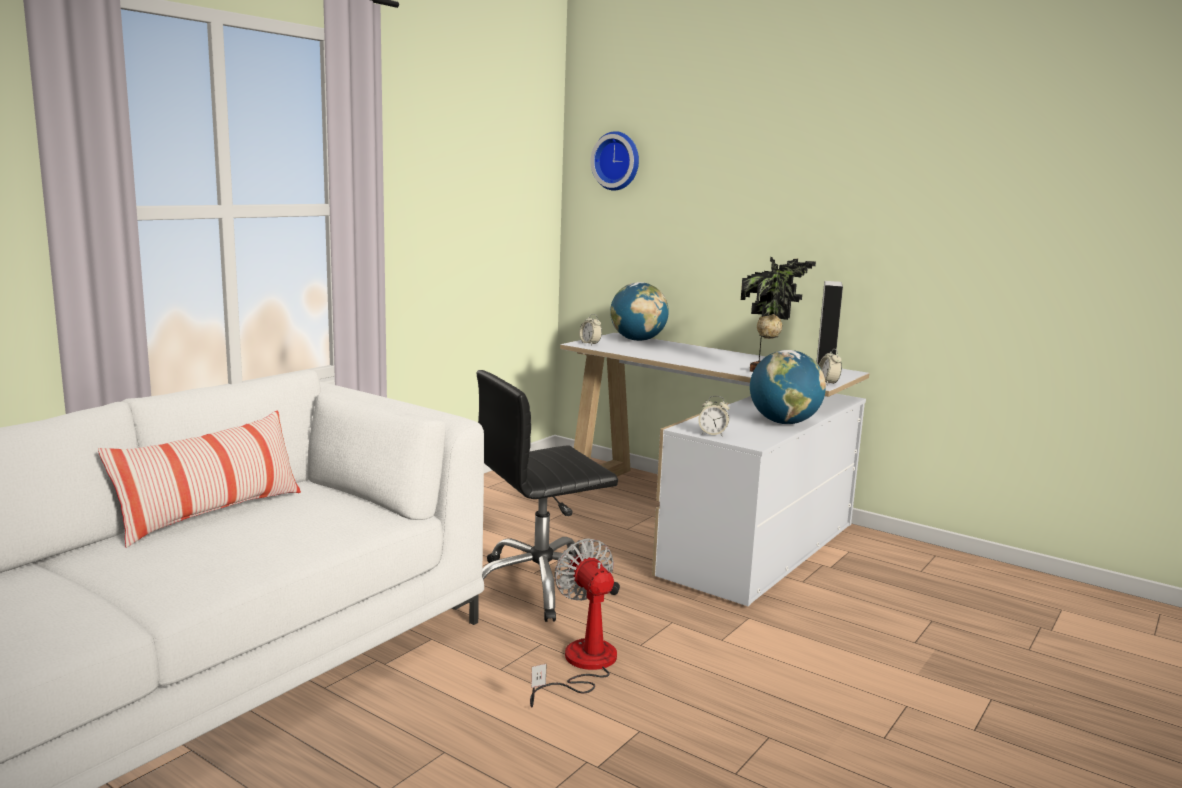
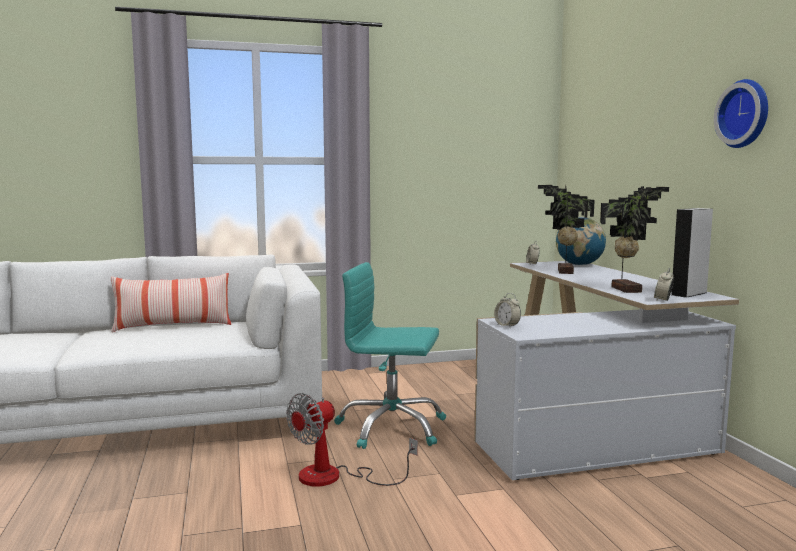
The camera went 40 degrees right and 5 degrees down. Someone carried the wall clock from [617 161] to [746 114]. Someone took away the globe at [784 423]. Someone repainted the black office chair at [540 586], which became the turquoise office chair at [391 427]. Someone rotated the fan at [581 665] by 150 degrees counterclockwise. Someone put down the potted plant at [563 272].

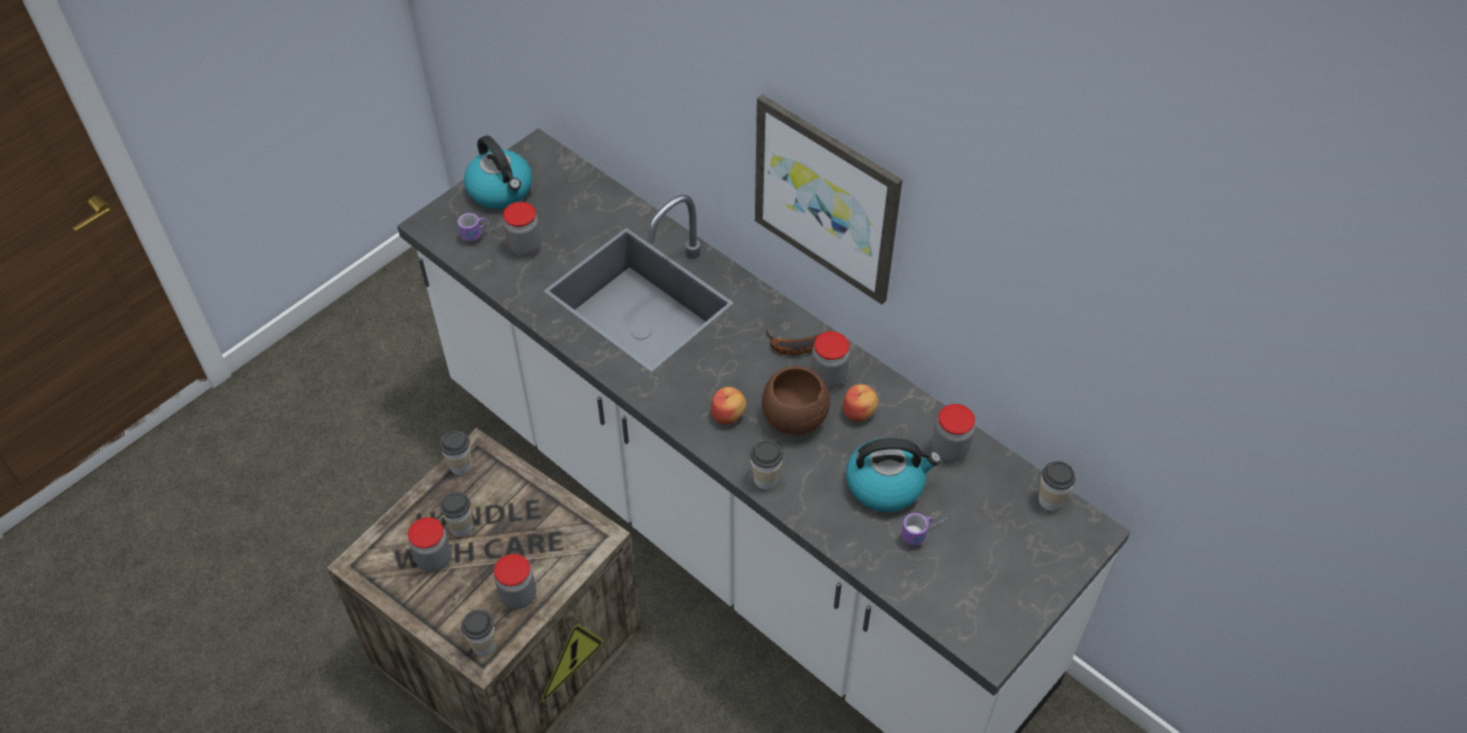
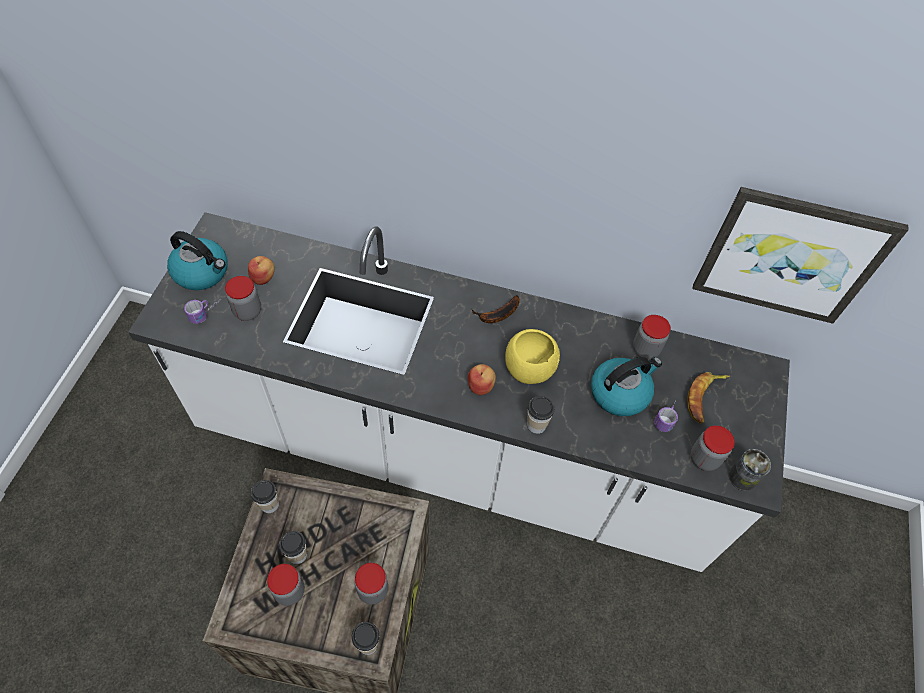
The camera went 30 degrees left and 5 degrees up. Someone carried the picture from [827 198] to [790 256]. Someone carried the jar from [828 377] to [704 458]. Someone repainted the brown bowl at [794 418], which became the yellow bowl at [528 368]. Someone carried the apple from [859 412] to [263 277]. Someone took away the cup at [1050 500]. Someone put down the banana at [705 398]. Someone put down the can at [742 477].

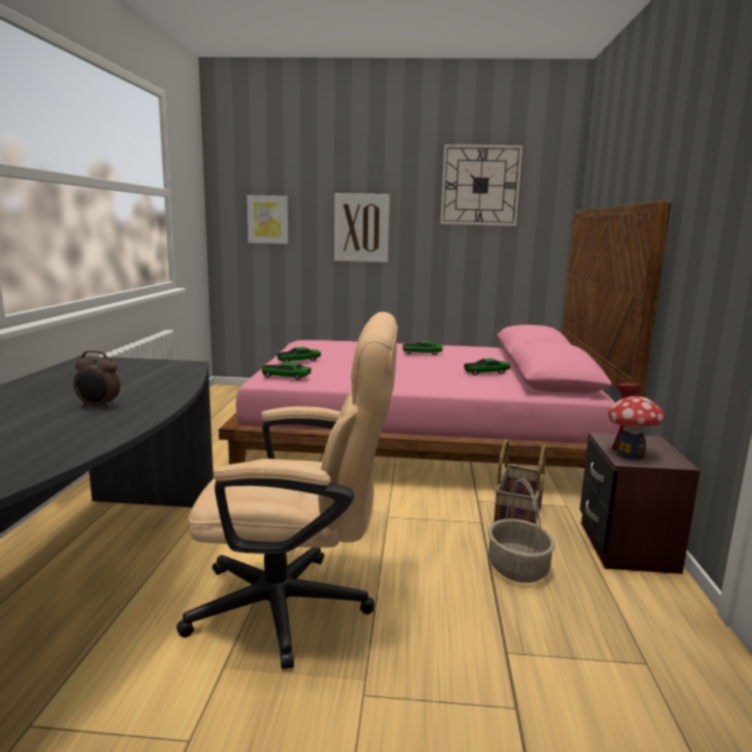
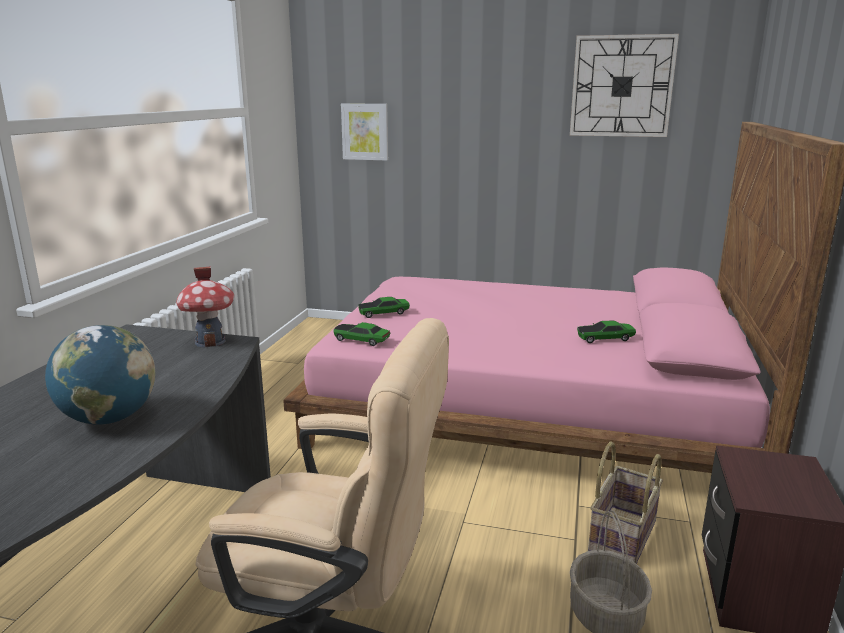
The camera went 10 degrees right and 5 degrees up. Someone took away the picture at [361 228]. Someone took away the toy car at [422 353]. Someone swapped the alarm clock at [98 407] for the globe at [109 418]. Someone carried the toy house from [630 454] to [210 342].

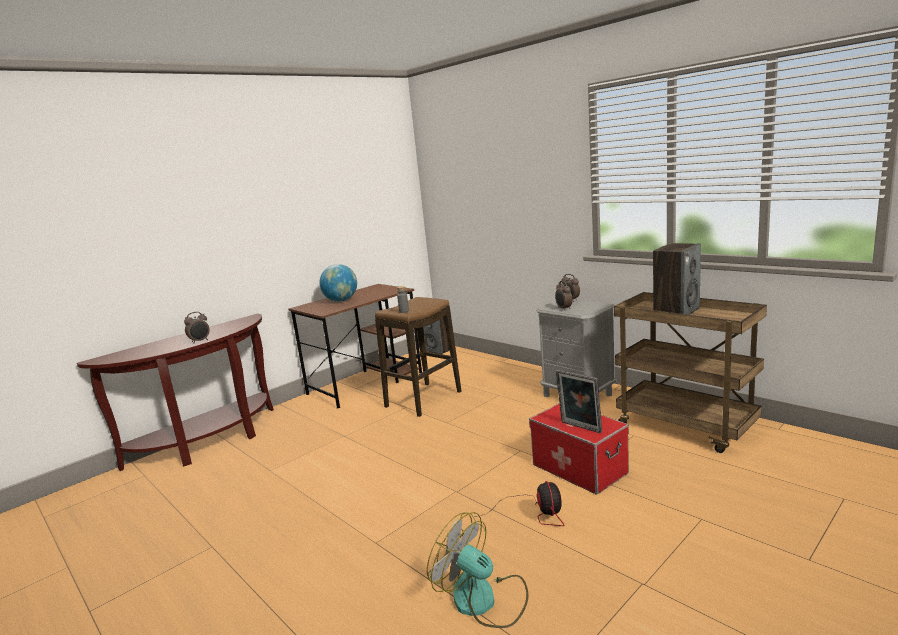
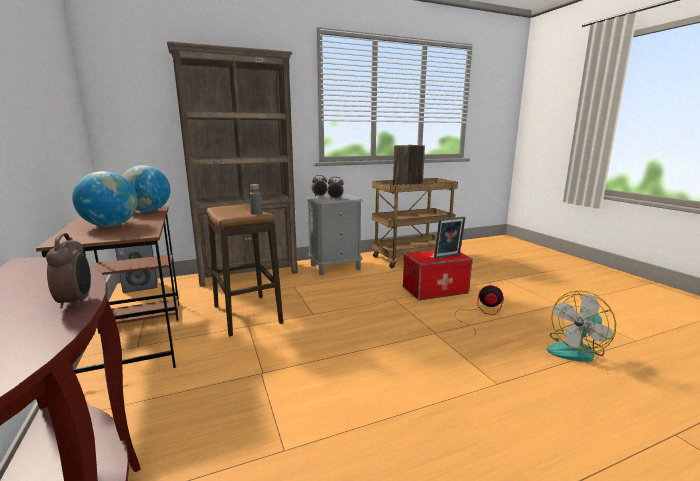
The camera went 70 degrees left and 0 degrees up. Someone put down the brown bookcase at [249 273]. Someone put down the globe at [148 211].

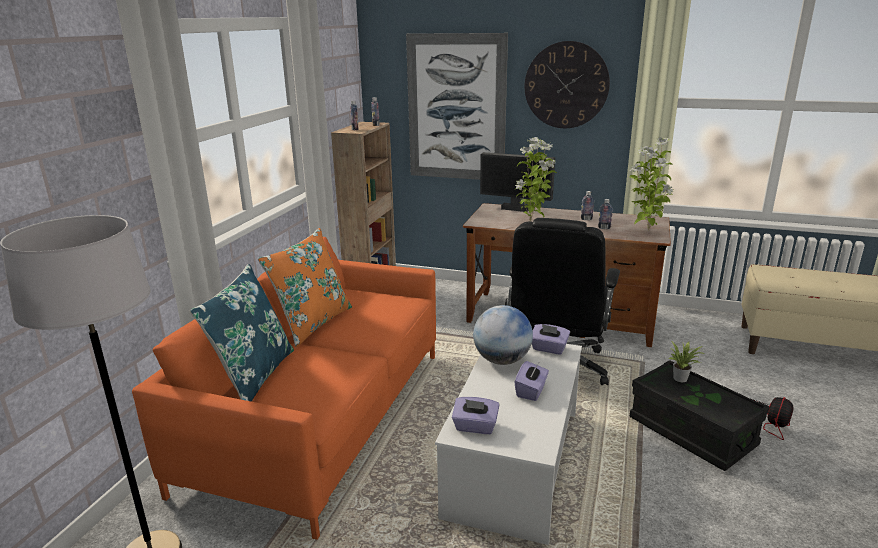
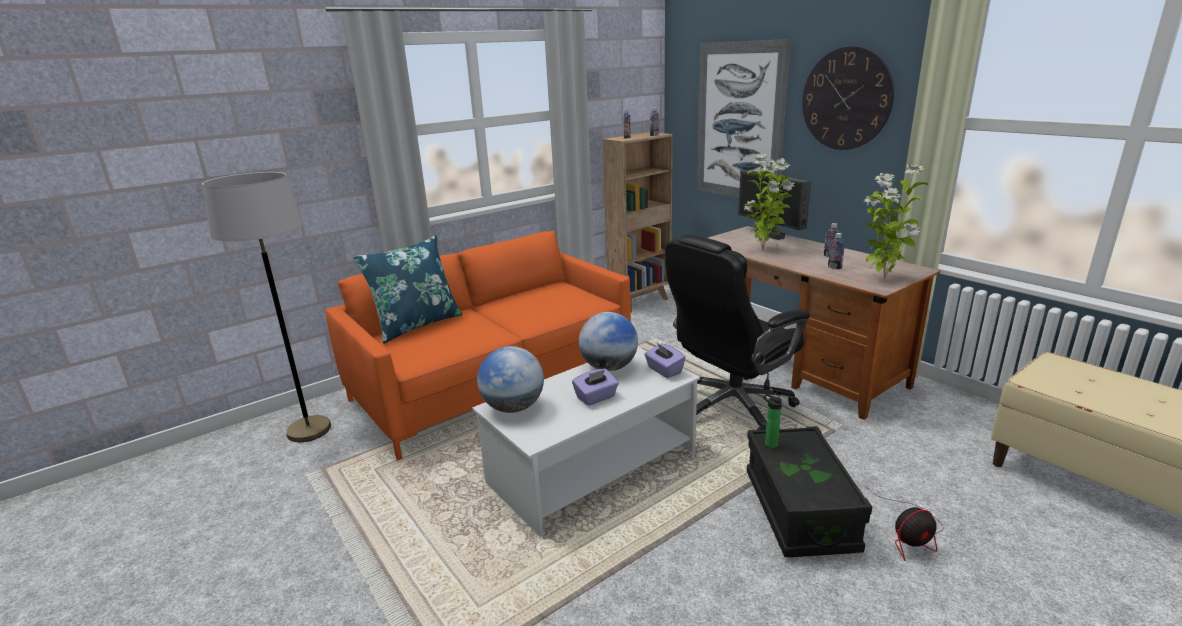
The camera went 35 degrees right and 0 degrees up. Someone took away the orange pillow at [312 323]. Someone took away the potted plant at [682 379]. Someone swapped the purple tissue box at [475 427] for the globe at [513 407]. Someone put down the bottle at [769 444].

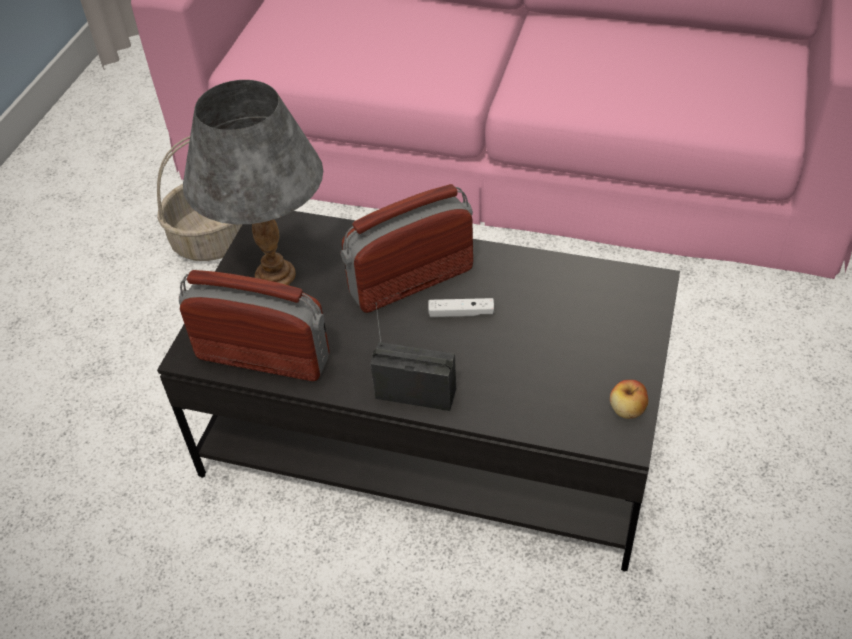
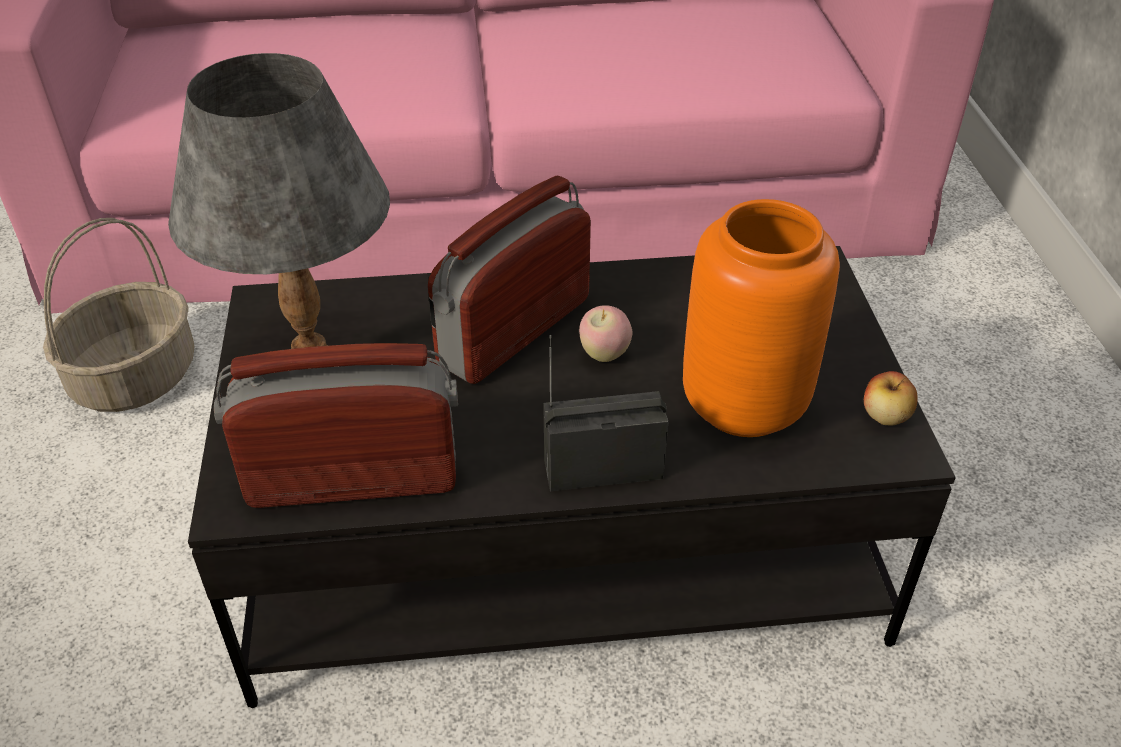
The camera went 25 degrees left and 5 degrees down. Someone swapped the white game controller at [461 313] for the apple at [604 354]. Someone put down the orange vase at [746 407].

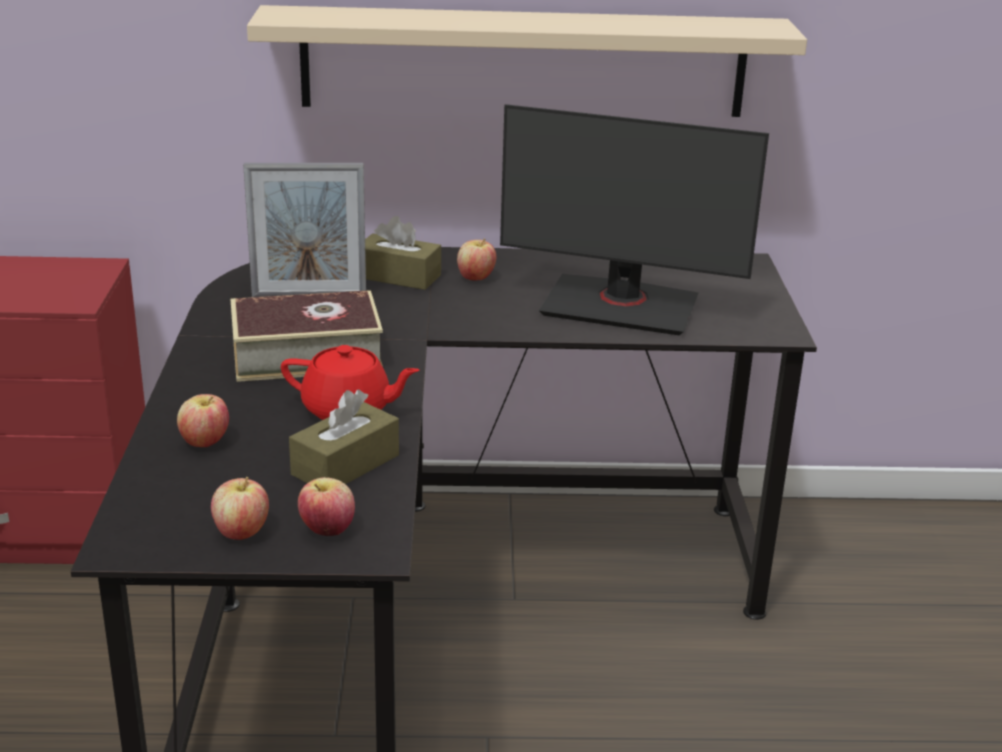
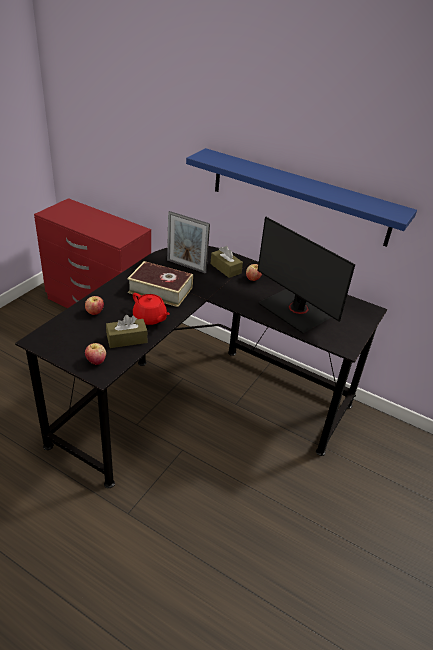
The camera went 30 degrees right and 10 degrees up. Someone repainted the beige shelf at [523 62], which became the blue shelf at [299 197]. Someone took away the apple at [241 532].

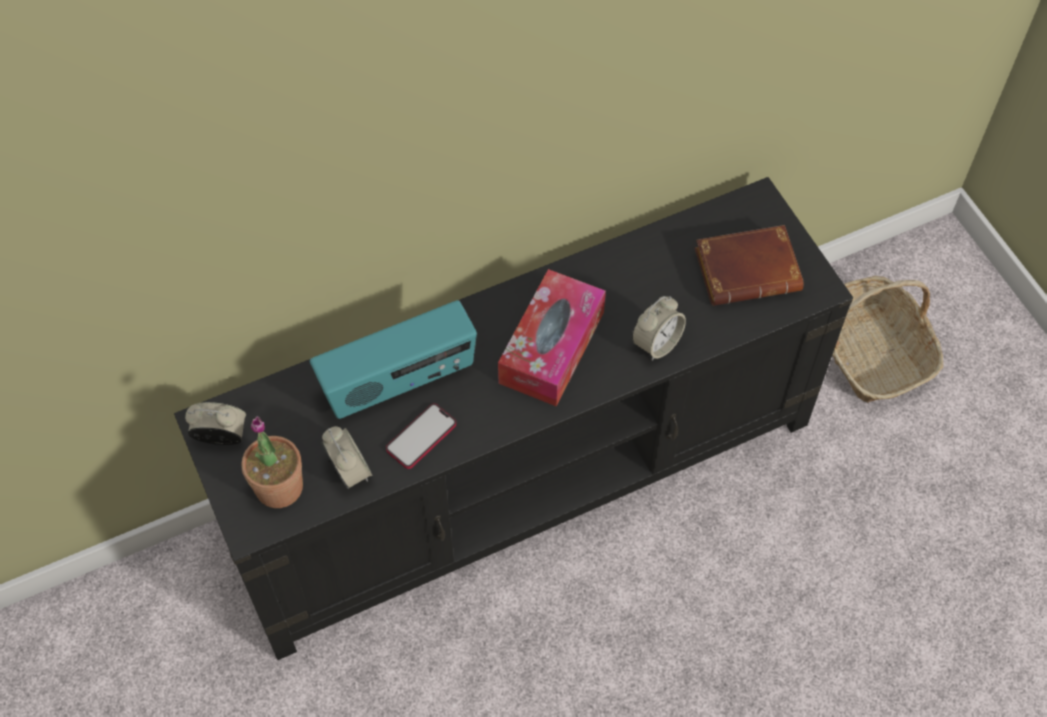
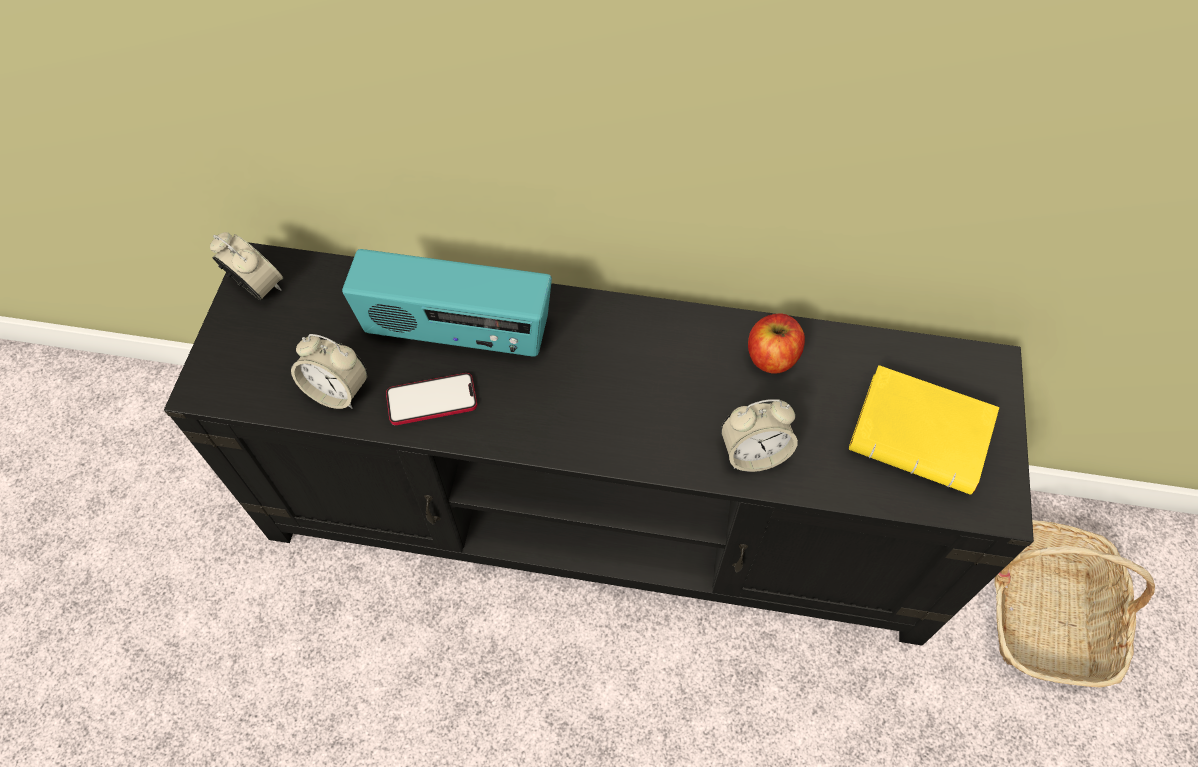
The camera went 35 degrees right and 0 degrees up. Someone repainted the brown book at [749 269], which became the yellow book at [923 434]. Someone took away the tissue box at [551 347]. Someone took away the potted plant at [279 487]. Someone rotated the alarm clock at [349 471] by 105 degrees clockwise. Someone put down the apple at [771 357].

